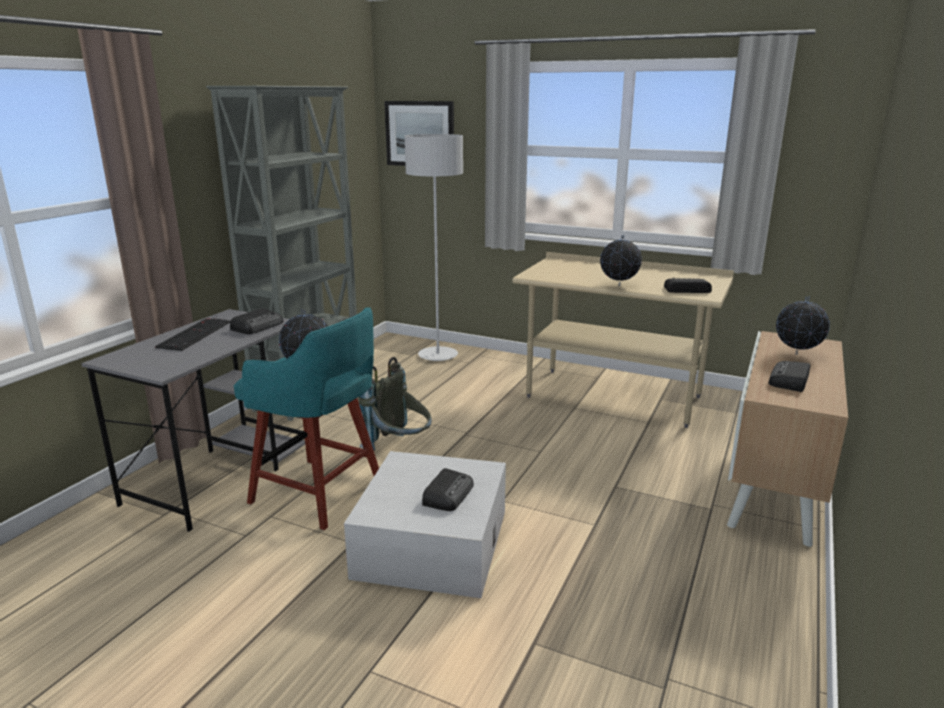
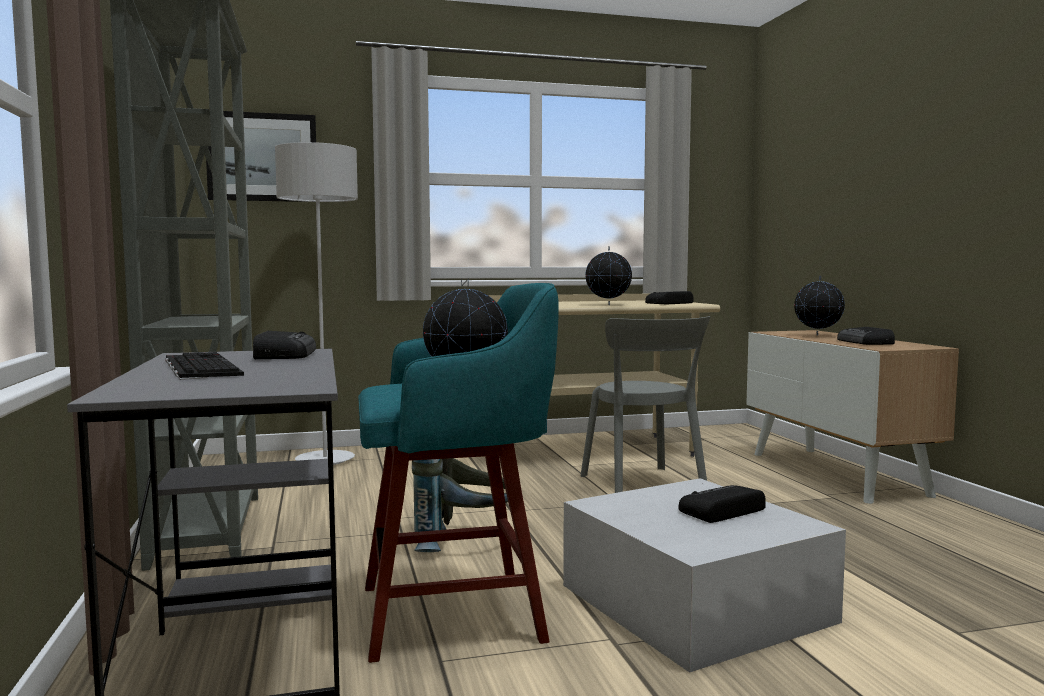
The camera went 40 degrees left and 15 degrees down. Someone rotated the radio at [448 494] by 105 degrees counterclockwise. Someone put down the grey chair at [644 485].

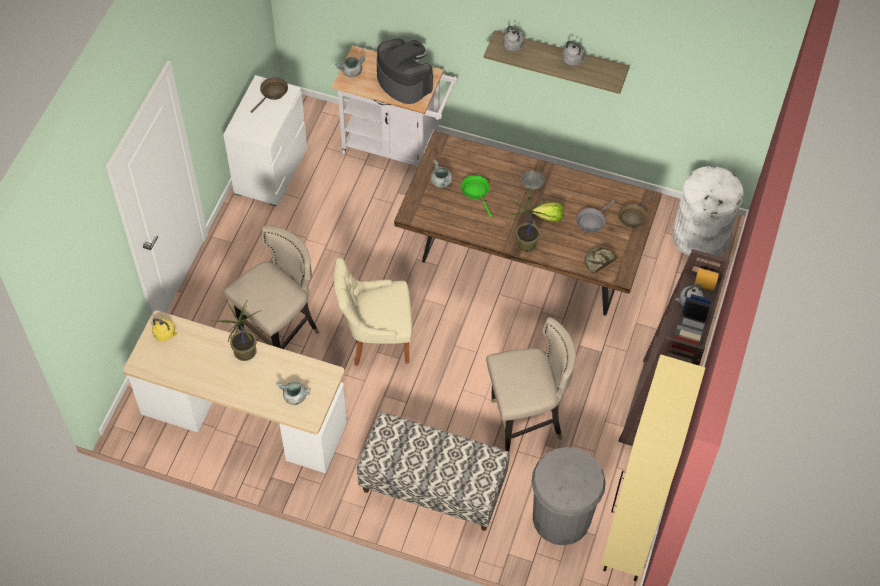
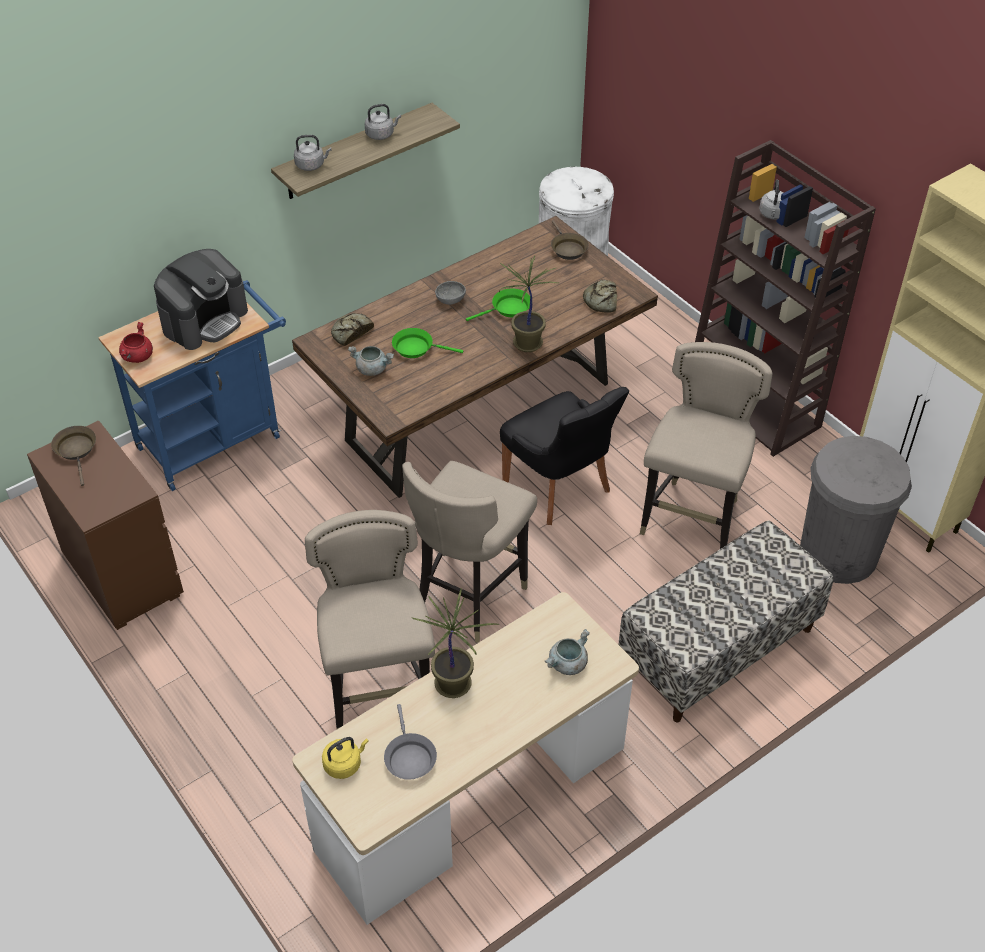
The camera went 55 degrees left and 10 degrees down. Someone rotated the coffee machine at [404 81] by 135 degrees clockwise. Someone repainted the white cart at [396 147], which became the blue cart at [216 438]. Someone repainted the grey cooking pot at [351 72], which became the red cooking pot at [138 357]. Someone repainted the white dresser at [271 170], which became the brown dresser at [122 573]. Someone carried the grey frying pan from [592 221] to [409 757]. Someone swapped the lettuce at [549 217] for the green frying pan at [508 309]. Someone swapped the beige chair at [376 339] for the beige stool at [468 596]. Someone put down the bread at [351 332]. Someone put down the black chair at [560 488].

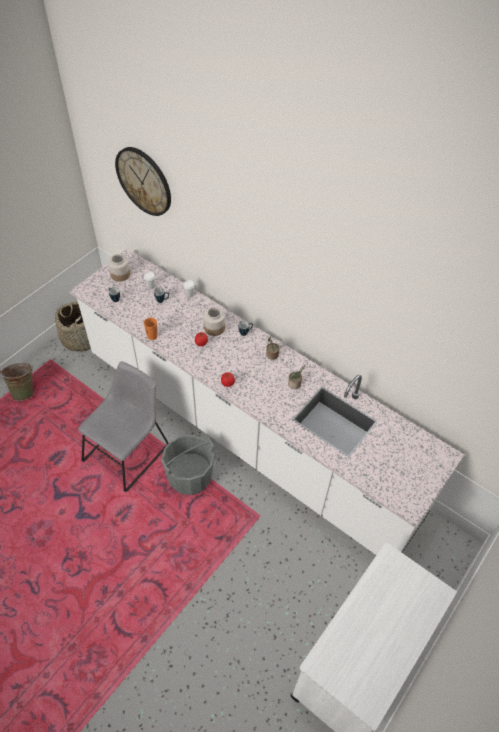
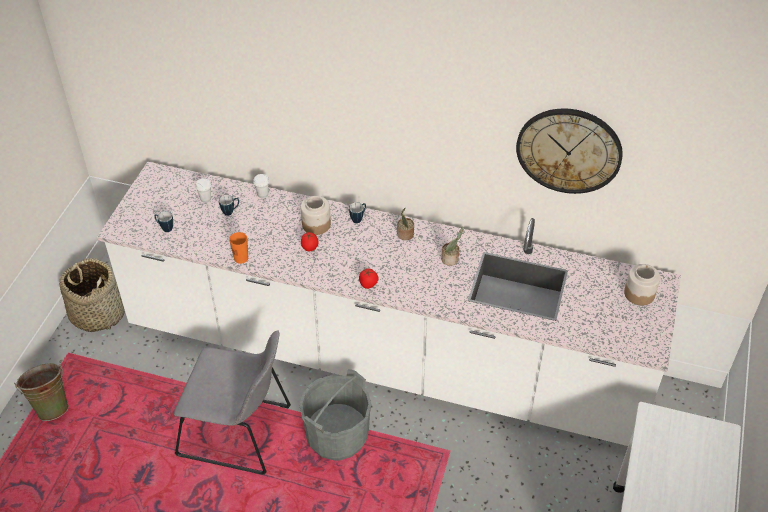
The camera went 20 degrees left and 5 degrees down. Someone carried the wall clock from [144 181] to [569 150]. Someone carried the jar from [120 274] to [639 293]. Someone rotated the grey chair at [129 450] by 90 degrees clockwise.

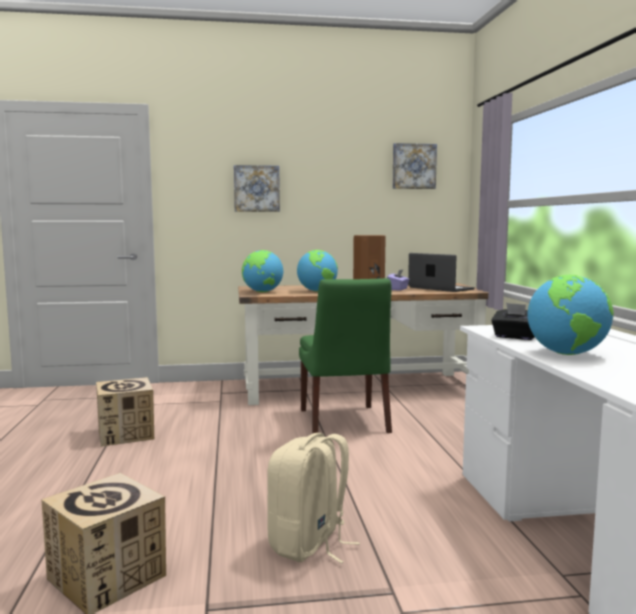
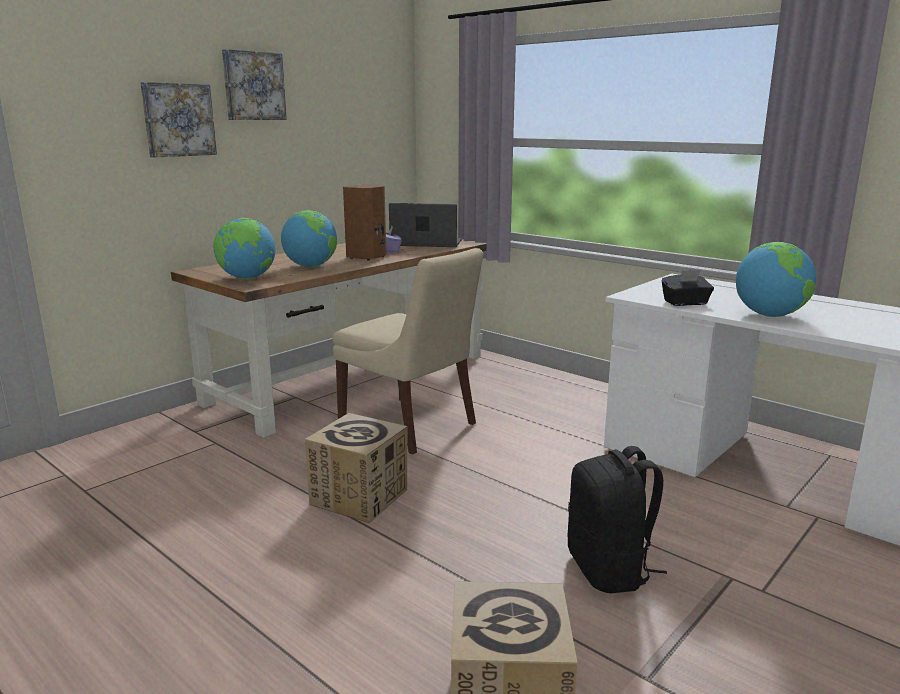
The camera went 40 degrees left and 10 degrees up. Someone carried the picture from [413 166] to [253 86]. Someone repainted the green chair at [344 422], which became the beige chair at [411 426]. Someone carried the cardboard box from [126 434] to [360 497]. Someone repainted the beige backpack at [309 545], which became the black backpack at [609 570].

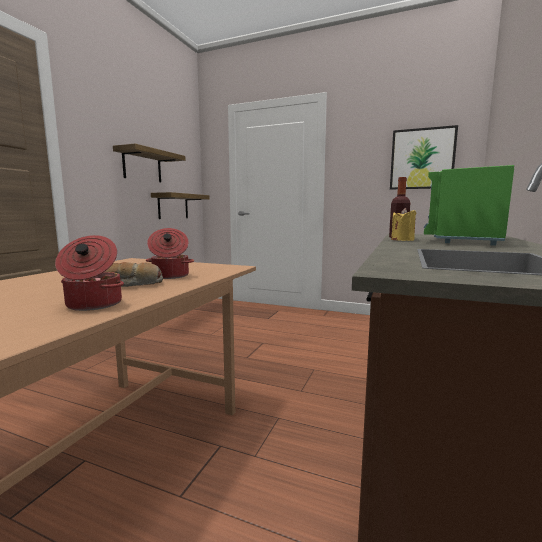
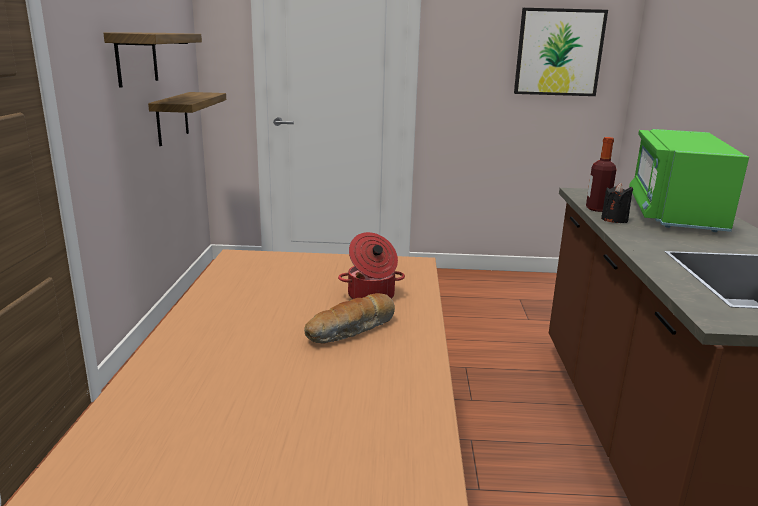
The camera went 20 degrees left and 10 degrees up. Someone repainted the yellow candle at [402 240], which became the black candle at [614 220]. Someone took away the cooking pot at [93 305].

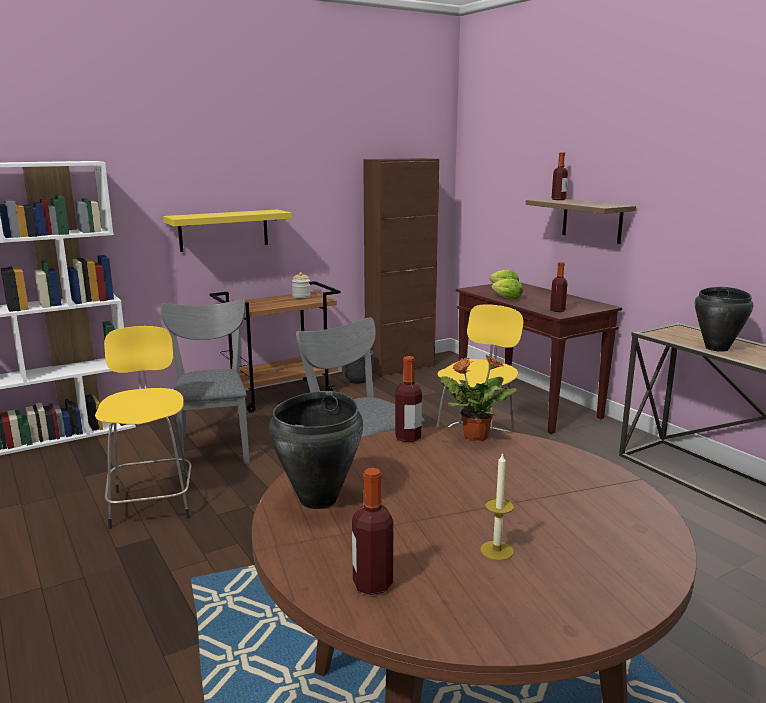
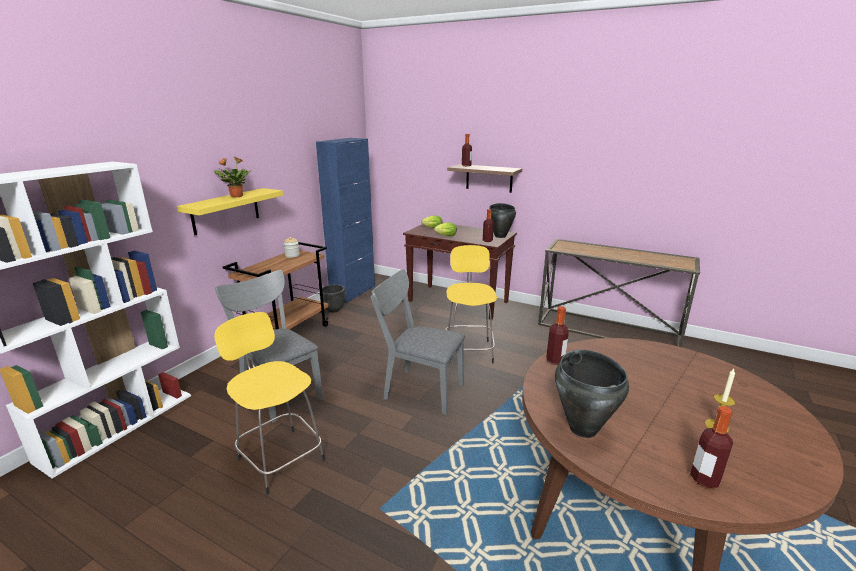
The camera went 30 degrees left and 5 degrees up. Someone repainted the brown cabinet at [400 367], which became the blue cabinet at [353 292]. Someone carried the black cooking pot from [717 348] to [500 236]. Someone carried the potted plant from [474 436] to [236 196].

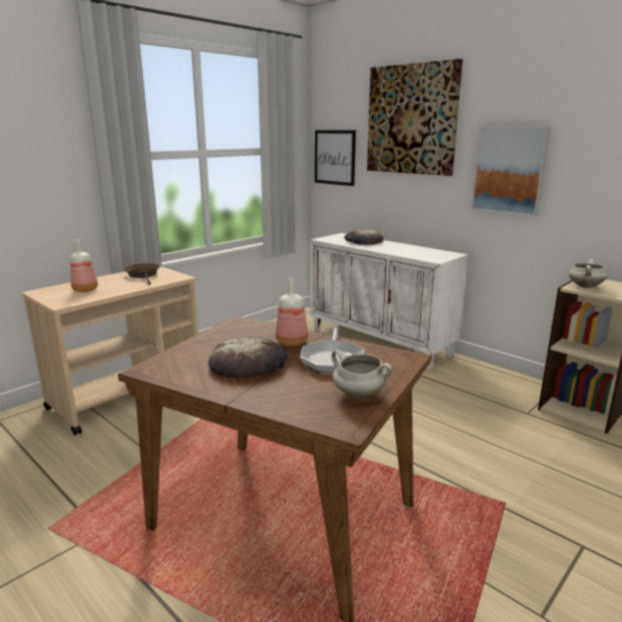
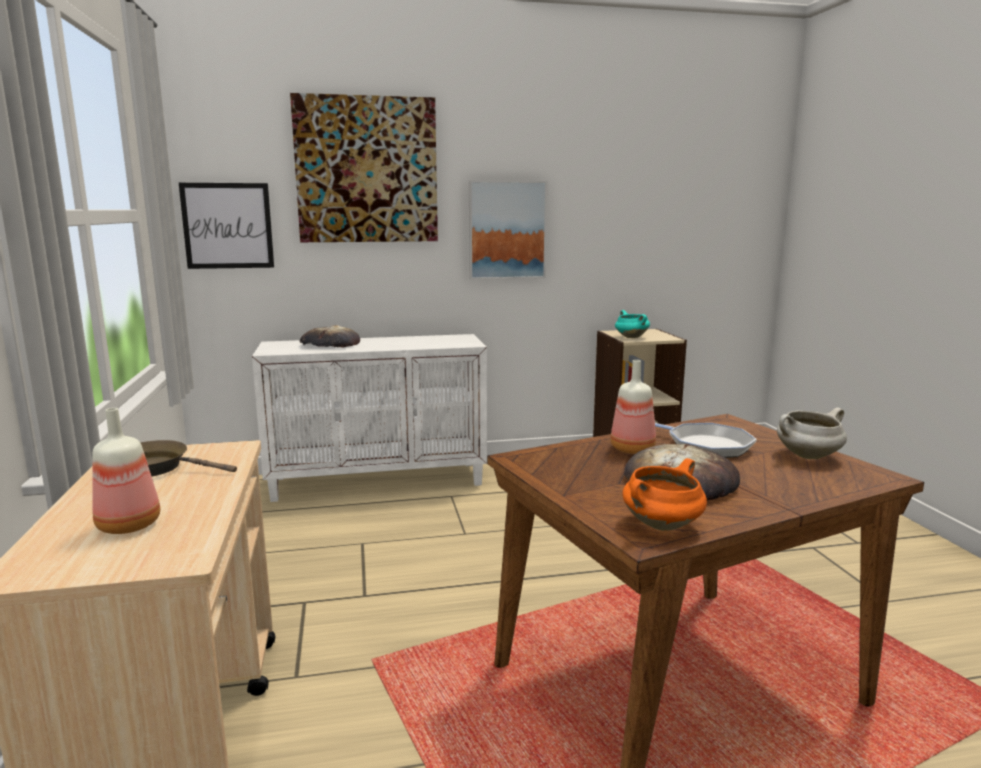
The camera went 55 degrees left and 5 degrees down. Someone repainted the white cooking pot at [585 286], which became the turquoise cooking pot at [630 337]. Someone put down the orange cooking pot at [662 526].

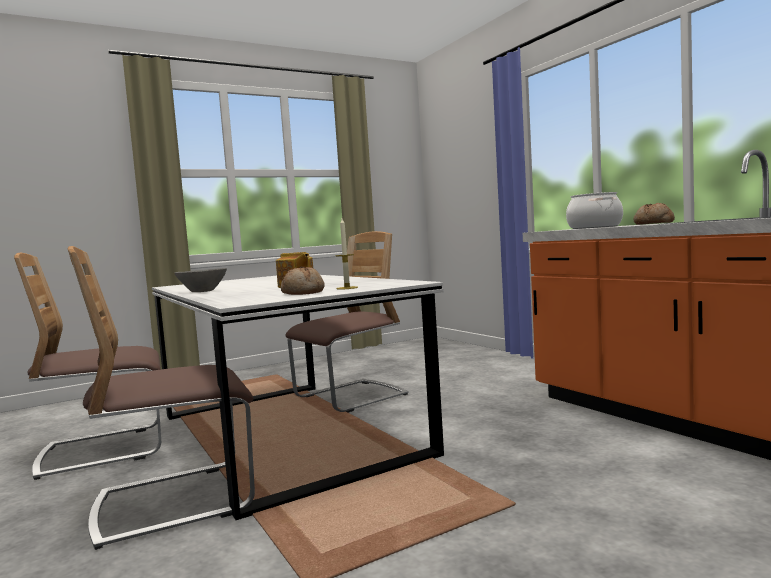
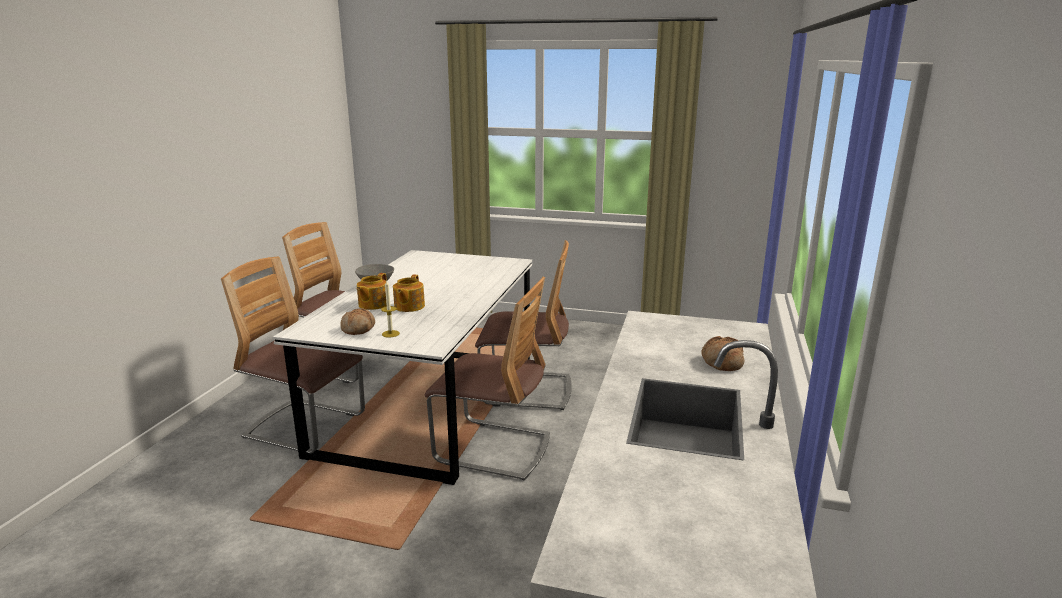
The camera went 45 degrees right and 15 degrees up. Someone took away the cooking pot at [595 227]. Someone put down the teapot at [373 304]. Someone put down the chair at [493 448].

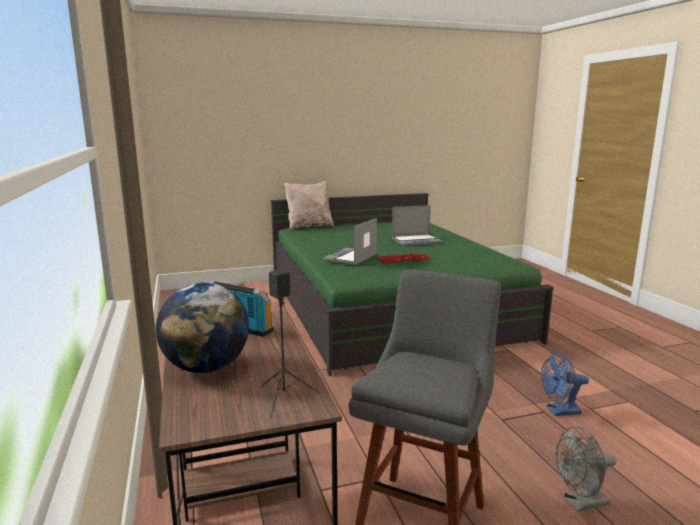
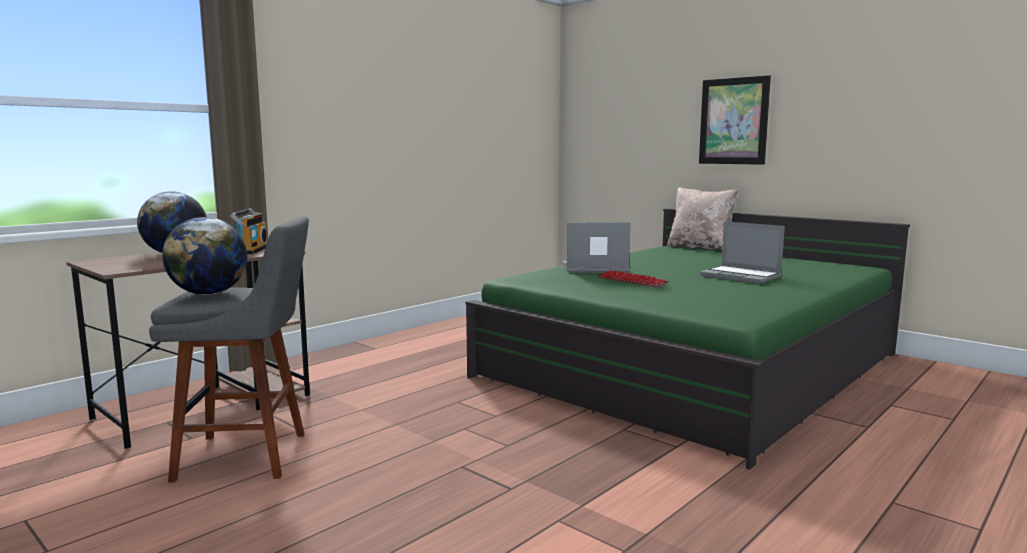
The camera went 60 degrees right and 5 degrees down. Someone took away the black speaker at [285 397]. Someone took away the blue fan at [559 411]. Someone took away the grey fan at [580 503]. Someone put up the picture at [733 121]. Someone put down the globe at [209 293].

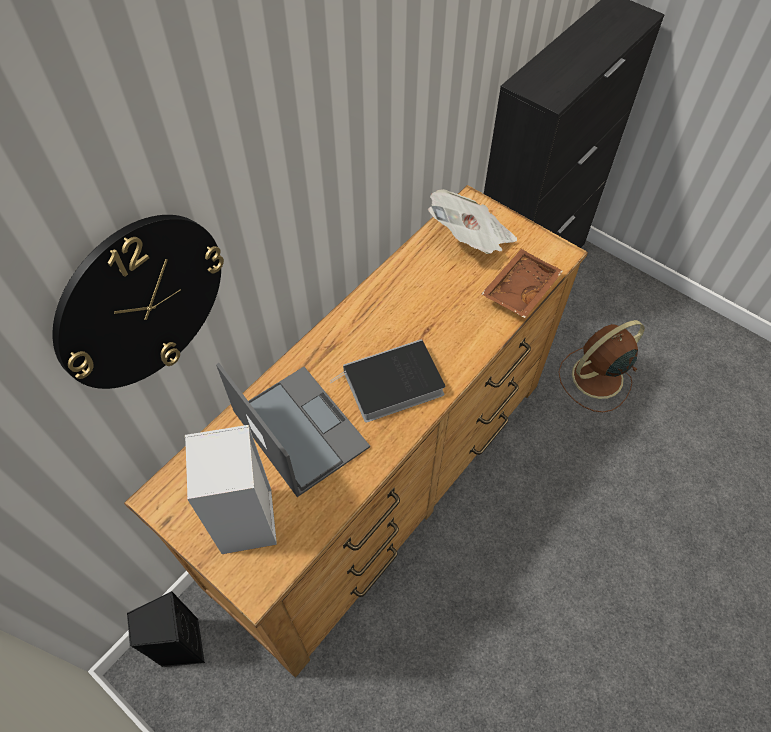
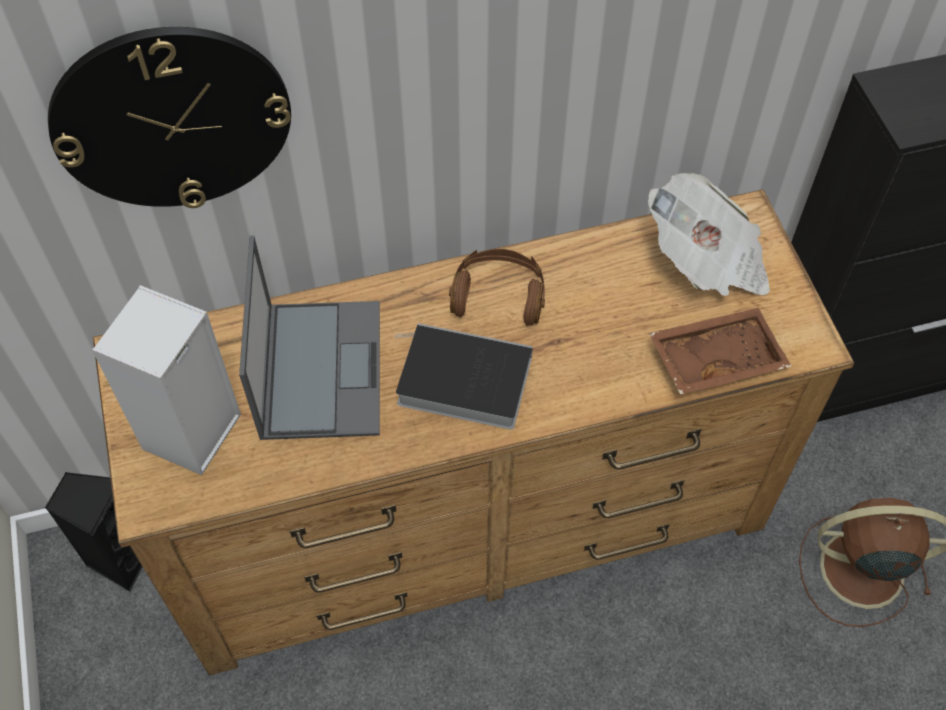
The camera went 35 degrees right and 0 degrees up. Someone put down the brown headphones at [498 295].

